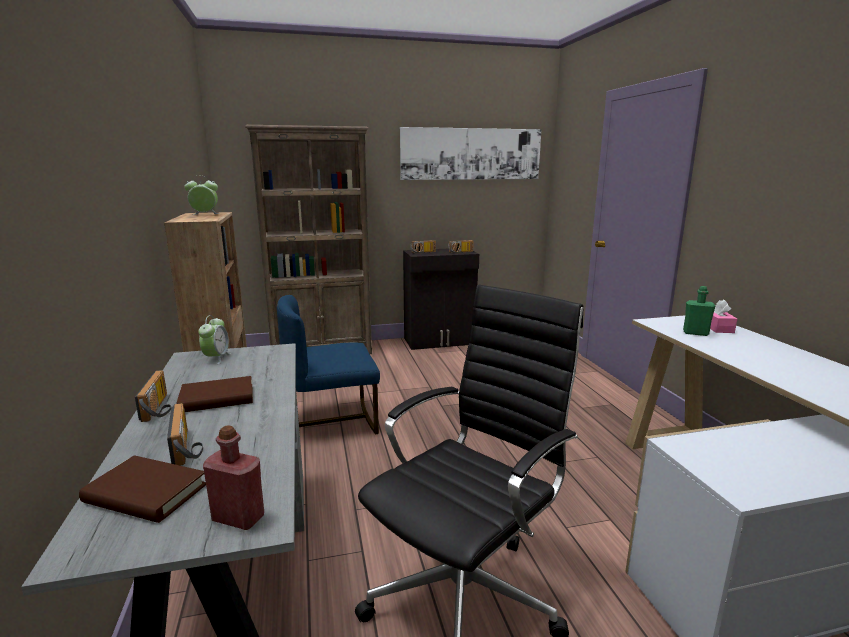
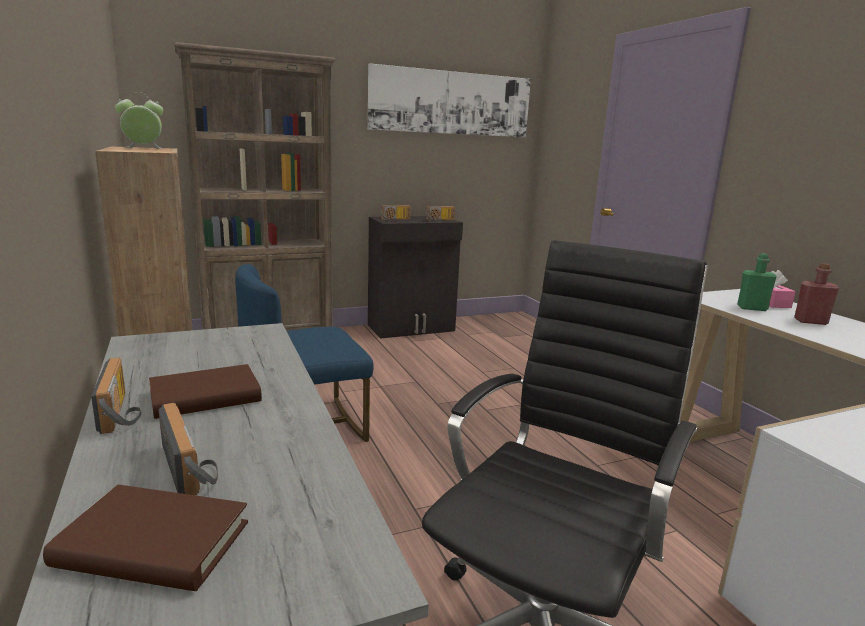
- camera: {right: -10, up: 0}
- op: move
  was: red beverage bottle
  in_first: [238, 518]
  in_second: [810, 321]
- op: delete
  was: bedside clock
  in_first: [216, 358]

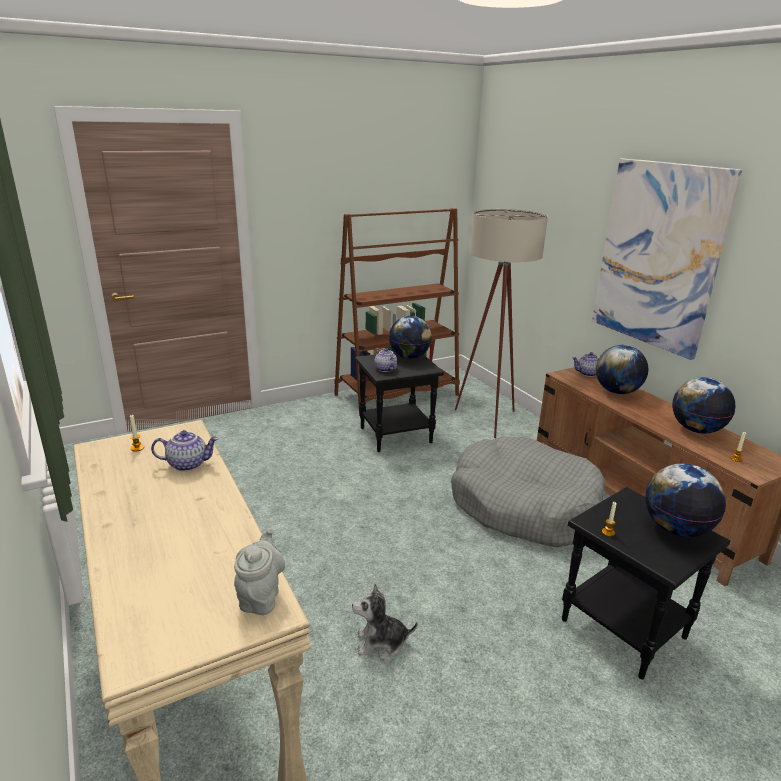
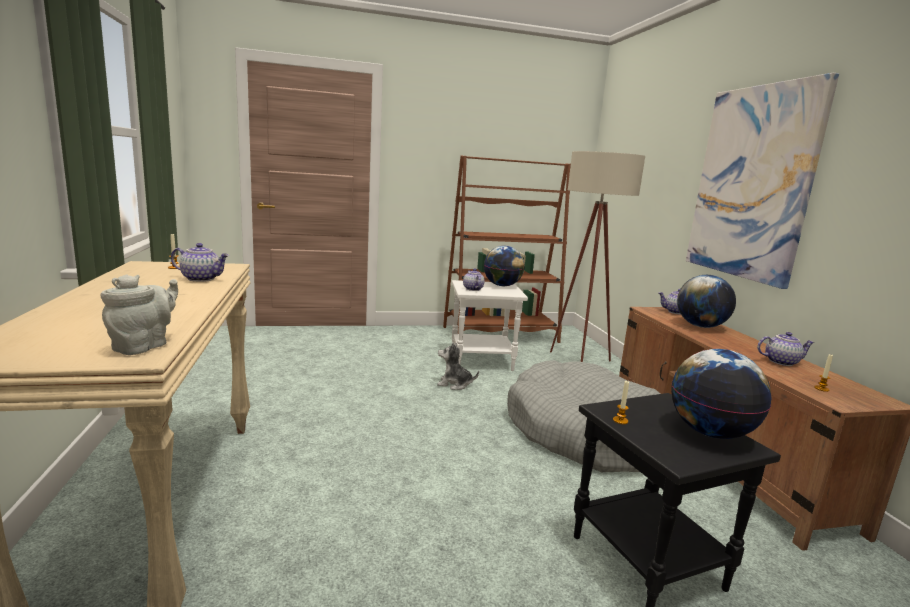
- camera: {right: 15, up: -10}
- op: move
  was: cuddly toy
  in_first: [381, 643]
  in_second: [454, 384]
- op: recolor
  was: black-coloured accent table
  now: white accent table
  in_first: [395, 436]
  in_second: [481, 361]
- op: replace
  was: world globe
  now: tea pot
  in_first: [696, 429]
  in_second: [781, 362]

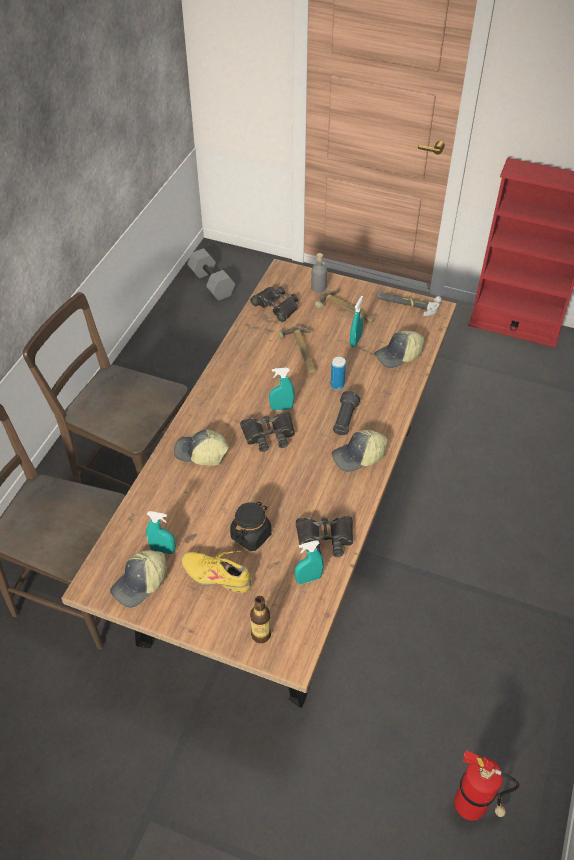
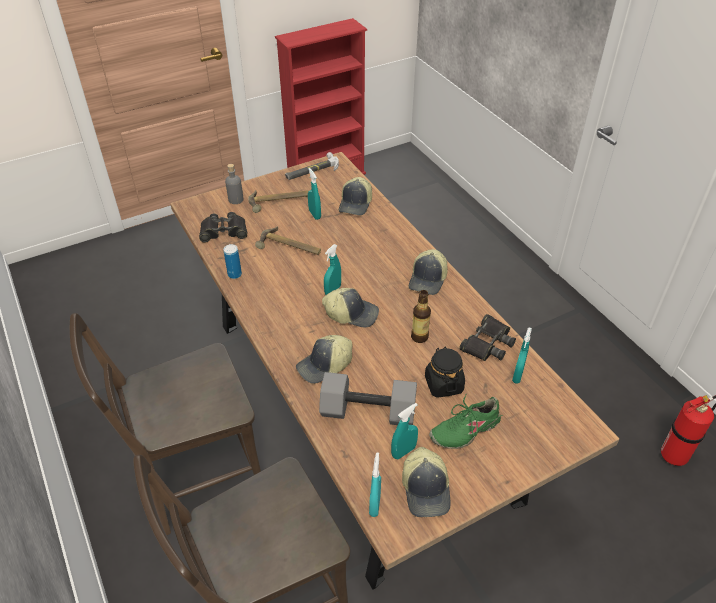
- camera: {right: -50, up: -5}
- op: move
  was: sealed can
  in_first: [337, 385]
  in_second: [234, 274]
- op: move
  was: grey hand weight
  in_first: [210, 283]
  in_second: [367, 413]
- op: replace
  was: black-coloured field glasses
  now: baseball cap
  in_first: [269, 434]
  in_second: [351, 313]
- op: insert
  now: blue-green sprayer
  in_second: [374, 504]
- op: move
  was: beverage bottle
  in_first: [261, 635]
  in_second: [419, 337]
- op: recolor
  was: yellow low shoe
  now: green-coloured low shoe
  in_first: [217, 575]
  in_second: [465, 429]
- op: delete
  was: black-coloured torch
  in_first: [344, 420]

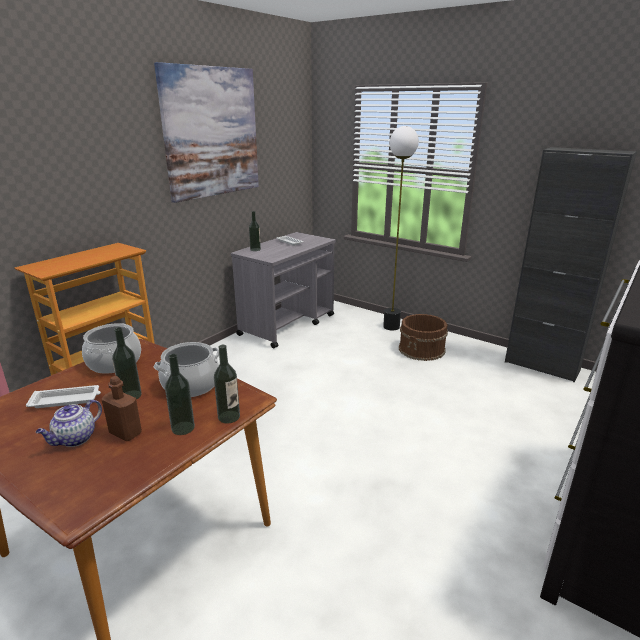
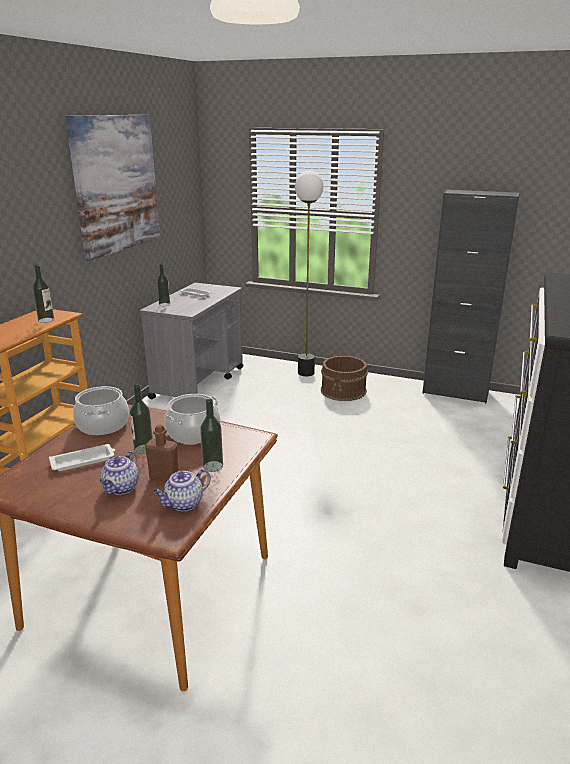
- camera: {right: -15, up: 0}
- op: move
  was: beverage bottle
  in_first: [229, 417]
  in_second: [46, 320]
- op: insert
  now: tea pot
  in_second: [183, 504]

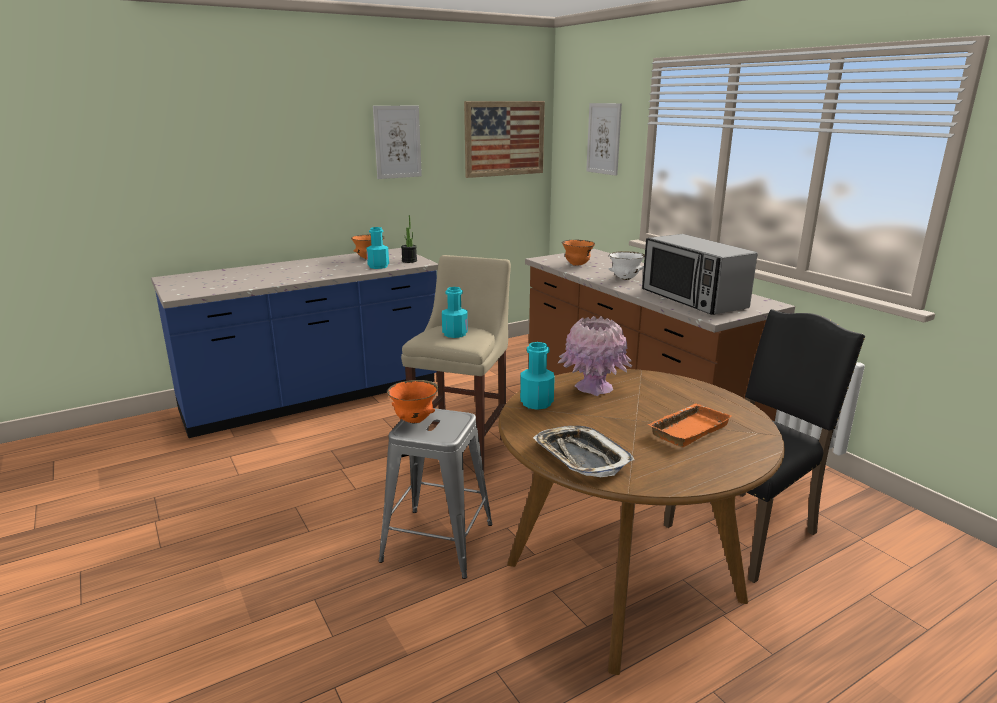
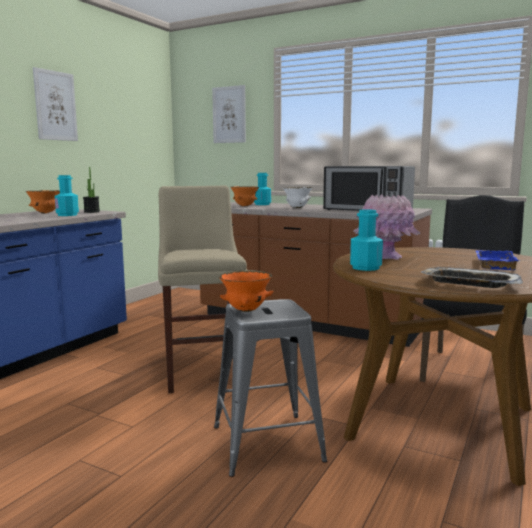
- camera: {right: -30, up: -10}
- op: move
  was: blue-green beverage bottle
  in_first: [455, 334]
  in_second: [262, 204]
- op: recolor
  was: orange-coloured serving tray
  now: blue serving tray
  in_first: [687, 429]
  in_second: [493, 264]
- op: delete
  was: wall picture
  in_first: [504, 138]

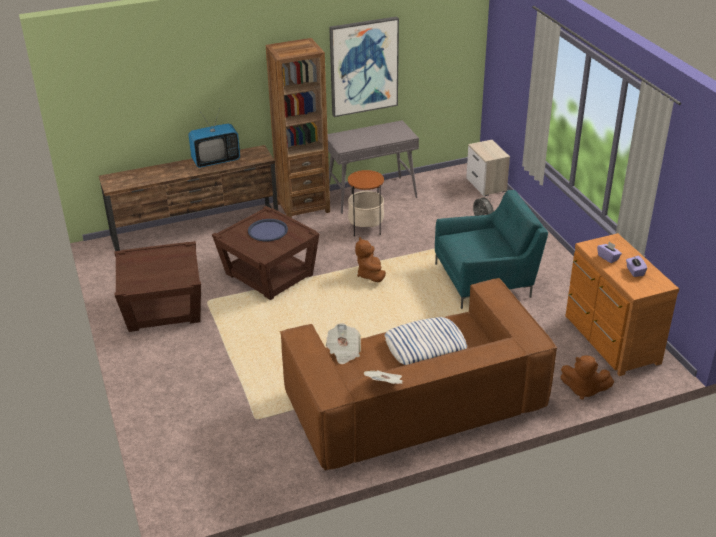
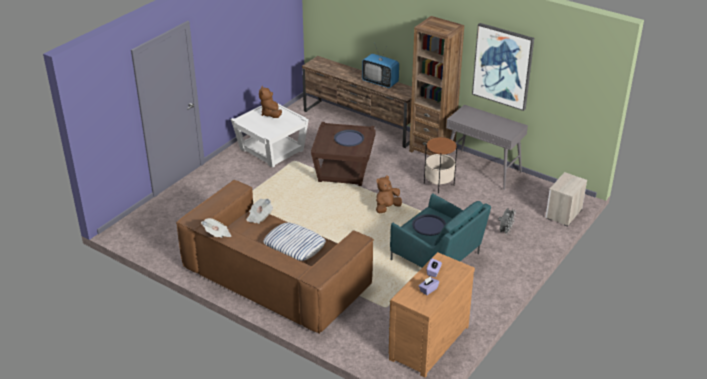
- camera: {right: 55, up: 0}
- op: recolor
  was: brown-coloured accent table
  now: white accent table
  in_first: [163, 309]
  in_second: [271, 150]
- op: move
  was: brown-coloured cuddly toy
  in_first: [583, 390]
  in_second: [271, 114]
- op: insert
  now: blue serving tray
  in_second: [429, 225]

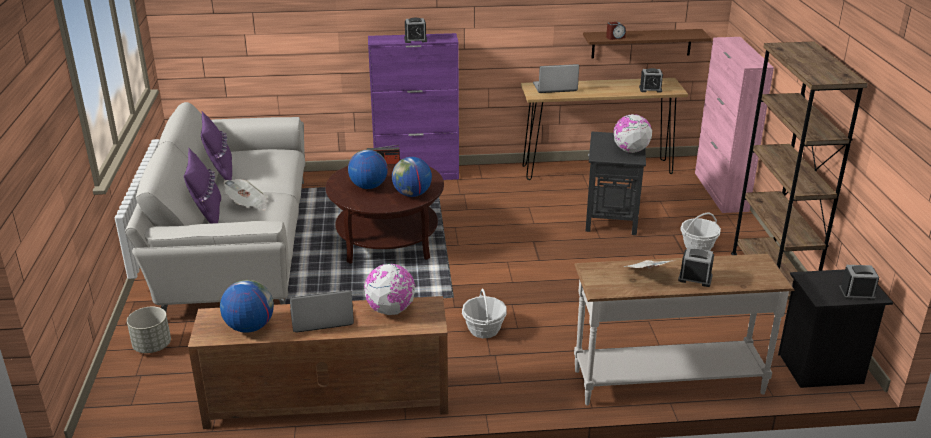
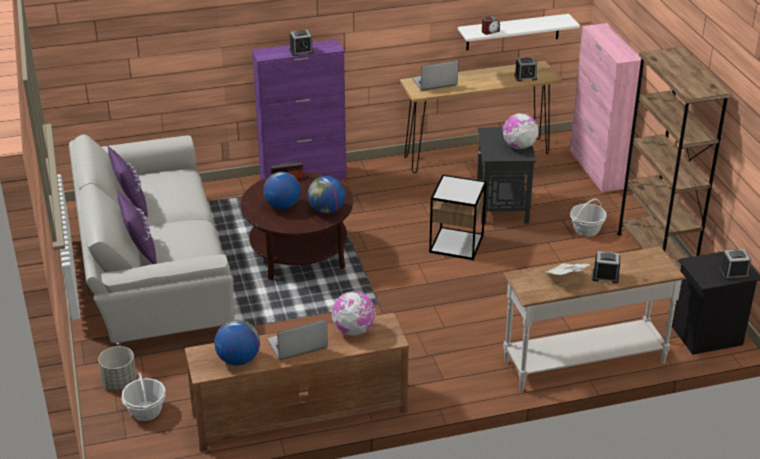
- camera: {right: -10, up: 5}
- op: move
  was: basket
  in_first: [484, 329]
  in_second: [146, 411]
- op: insert
  now: accent table
  in_second: [456, 243]
- op: recolor
  was: brown-coloured shelf
  now: white shelf
  in_first: [641, 43]
  in_second: [513, 32]
- op: delete
  was: daily paper
  in_first: [248, 205]

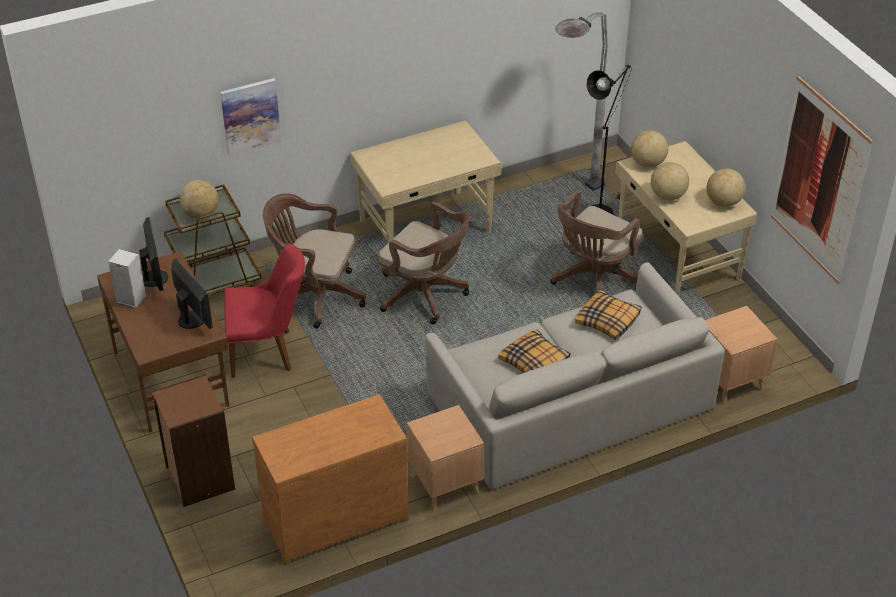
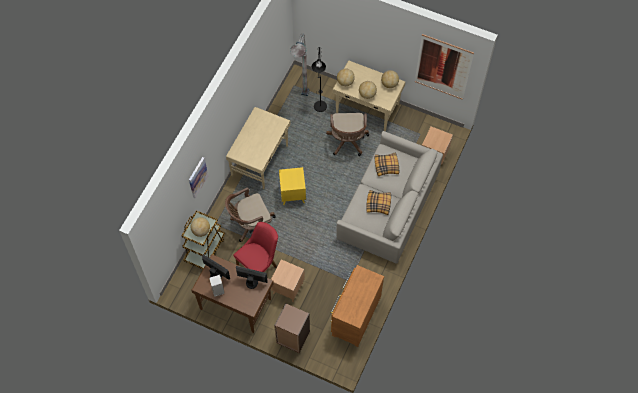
- camera: {right: -40, up: 20}
- op: move
  was: brown-coloured accent table
  in_first: [445, 485]
  in_second: [288, 288]
- op: replace
  was: brown-coloured desk chair
  now: yellow accent table
  in_first: [425, 296]
  in_second: [292, 194]

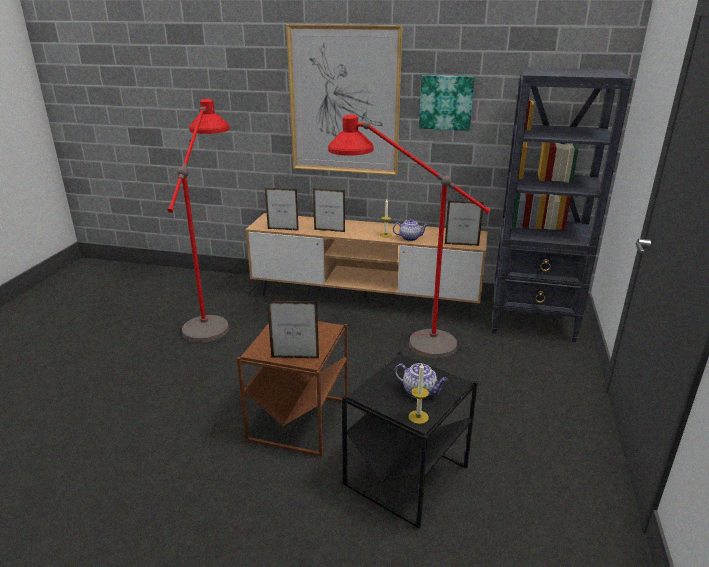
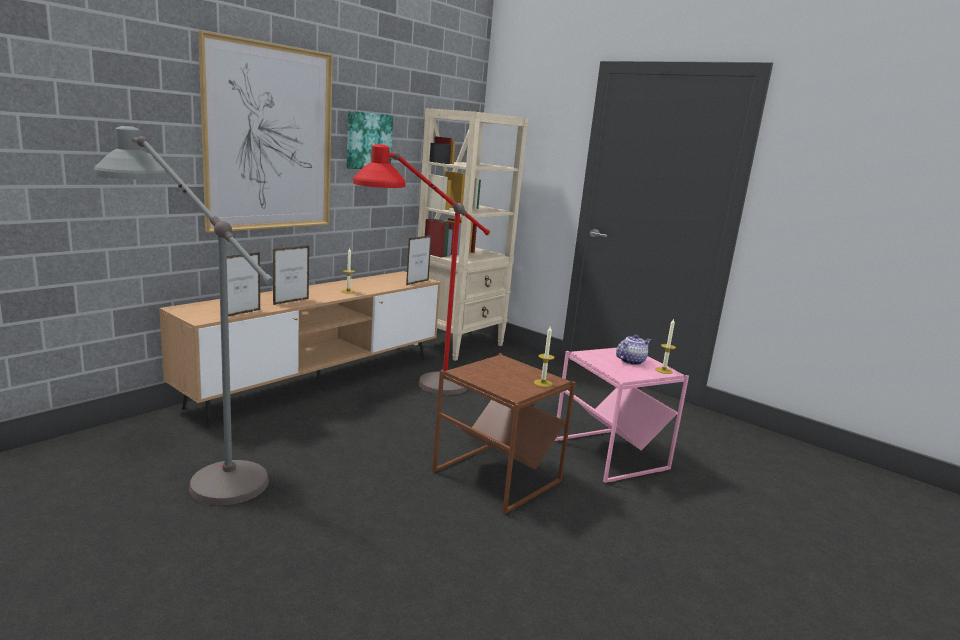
- camera: {right: -65, up: -10}
- op: recolor
  was: red floor lamp
  now: grey floor lamp
  in_first: [215, 313]
  in_second: [195, 466]
- op: recolor
  was: black-coloured shelving unit
  now: sand-coloured shelving unit
  in_first: [533, 322]
  in_second: [459, 344]
- op: replace
  was: picture frame
  now: wax candle
  in_first: [295, 358]
  in_second: [543, 383]
- op: recolor
  was: black-coloured accent table
  now: pinkish accent table
  in_first: [407, 476]
  in_second: [610, 454]
- op: delete
  was: tea pot
  in_first: [410, 238]

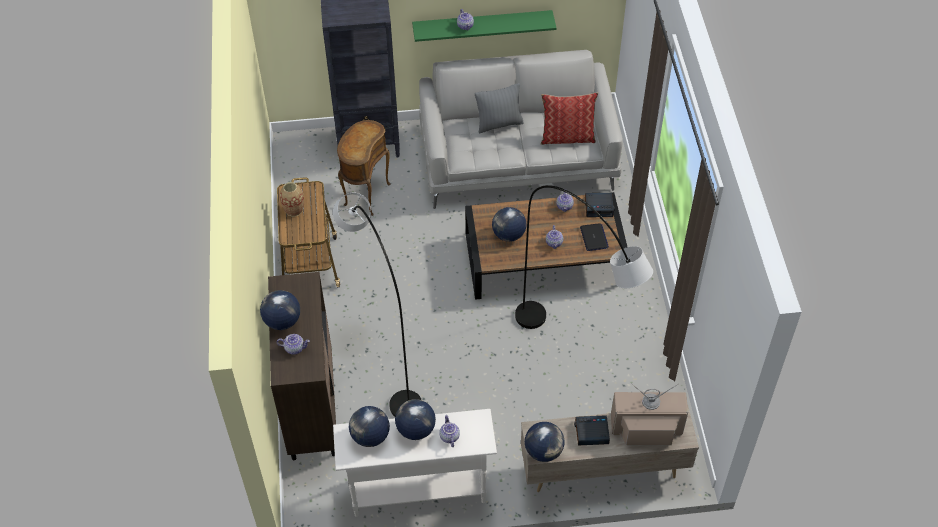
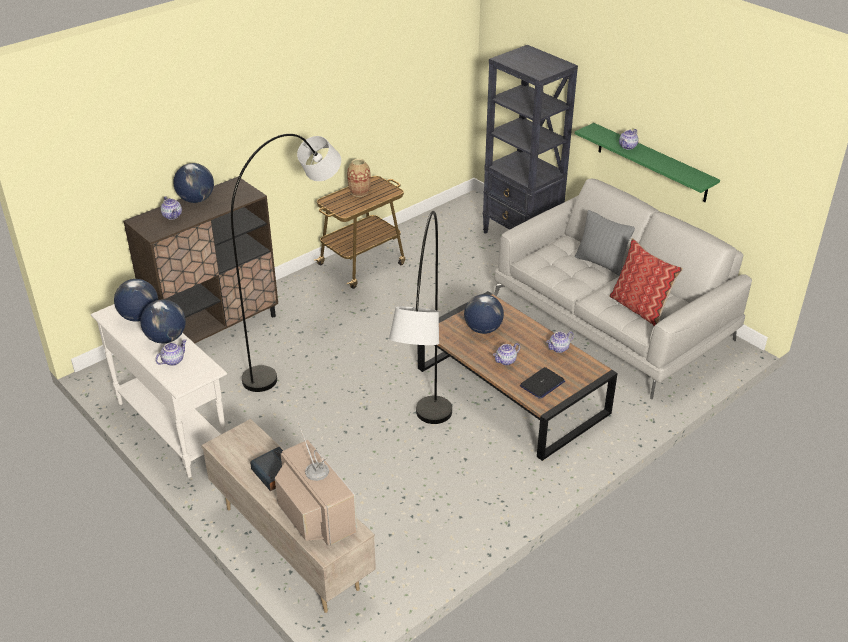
- camera: {right: 55, up: -15}
- op: delete
  was: brown-coloured accent table
  in_first: [365, 195]
- op: delete
  was: world globe
  in_first: [543, 451]
- op: delete
  was: bedside clock
  in_first: [599, 207]

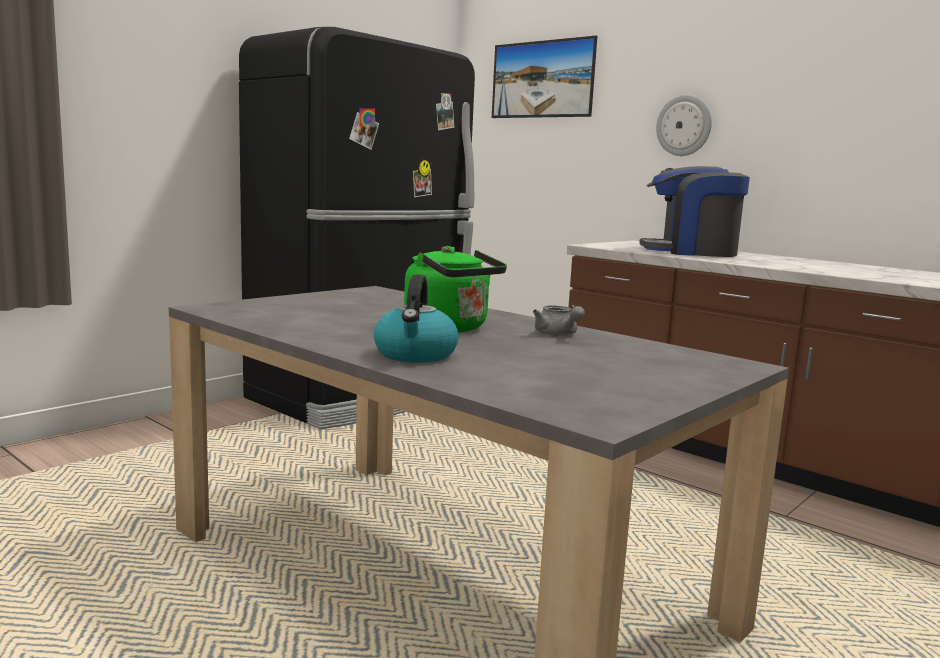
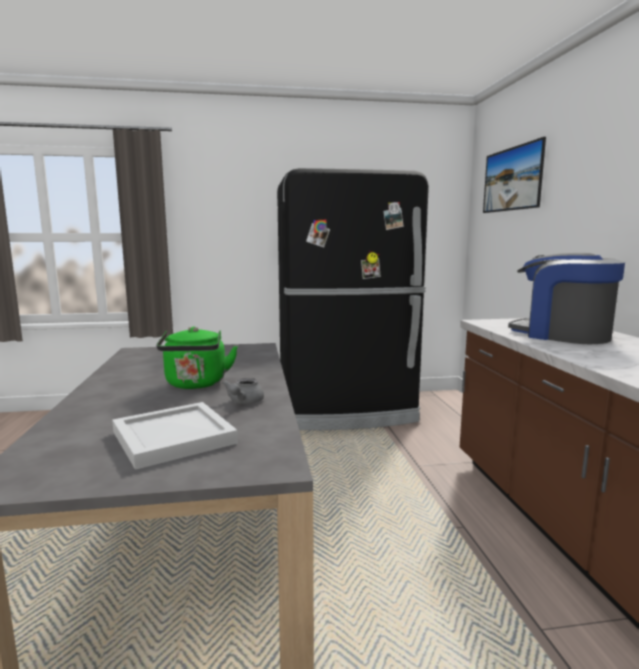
- camera: {right: 40, up: 0}
- op: insert
  now: white serving tray
  in_second: [176, 437]
- op: delete
  was: tea kettle
  in_first: [415, 355]
- op: delete
  was: wall clock
  in_first: [684, 125]

